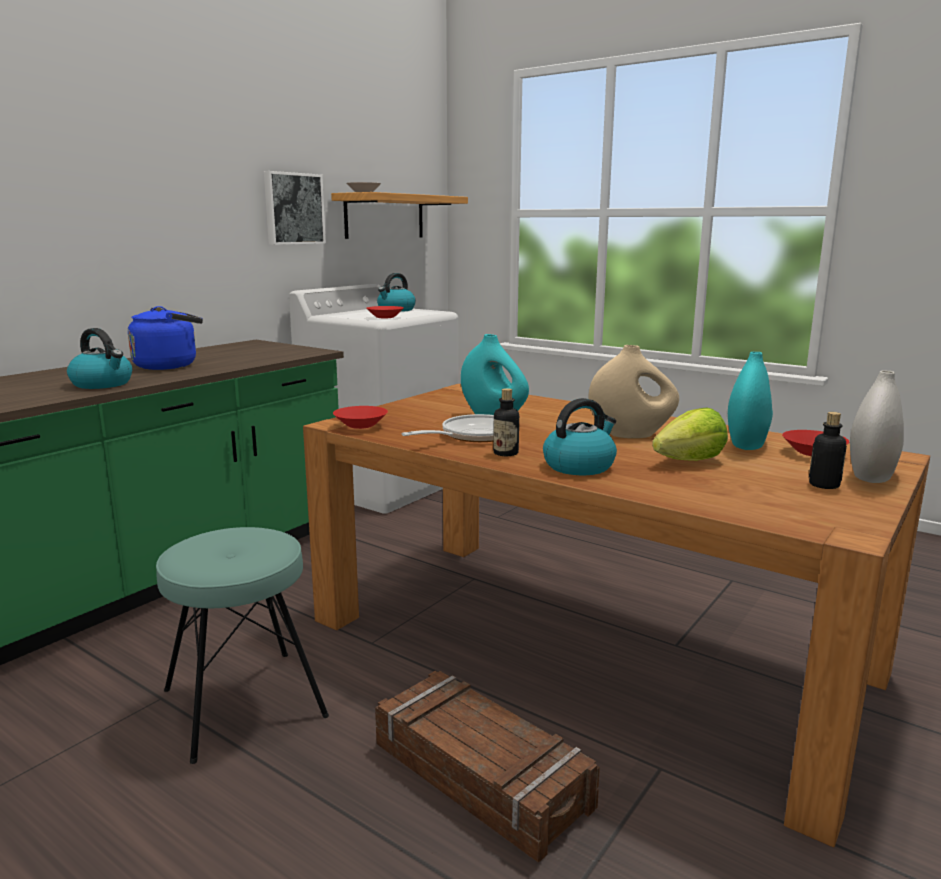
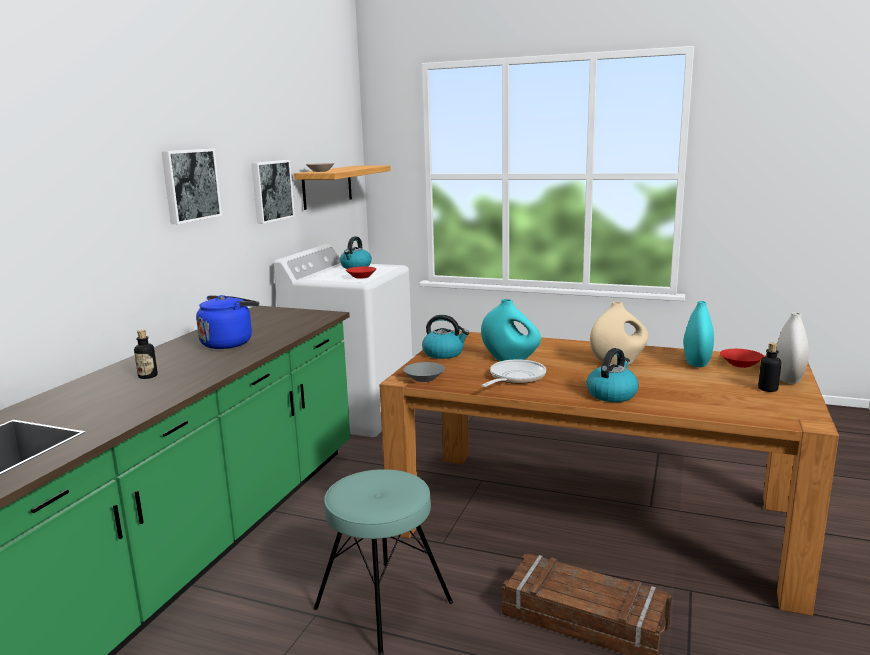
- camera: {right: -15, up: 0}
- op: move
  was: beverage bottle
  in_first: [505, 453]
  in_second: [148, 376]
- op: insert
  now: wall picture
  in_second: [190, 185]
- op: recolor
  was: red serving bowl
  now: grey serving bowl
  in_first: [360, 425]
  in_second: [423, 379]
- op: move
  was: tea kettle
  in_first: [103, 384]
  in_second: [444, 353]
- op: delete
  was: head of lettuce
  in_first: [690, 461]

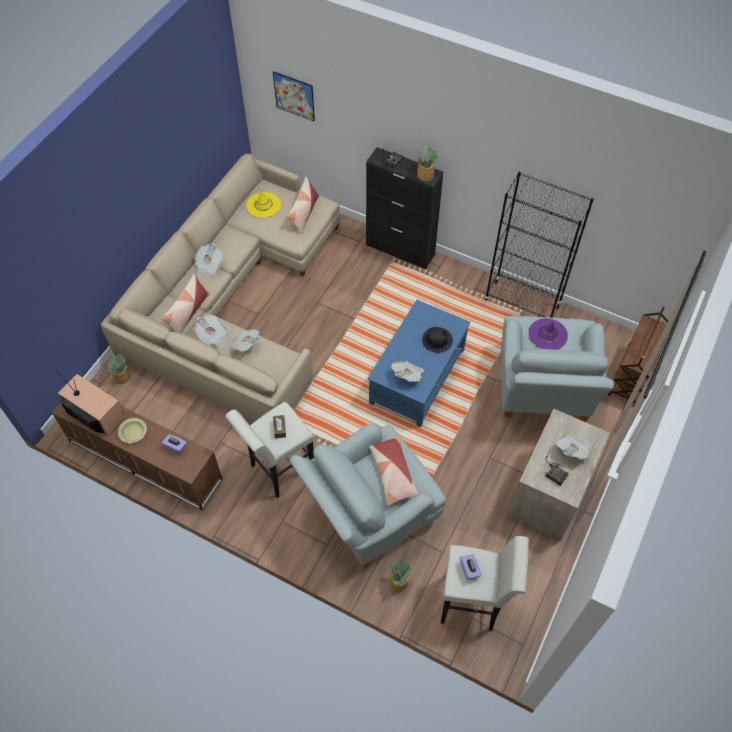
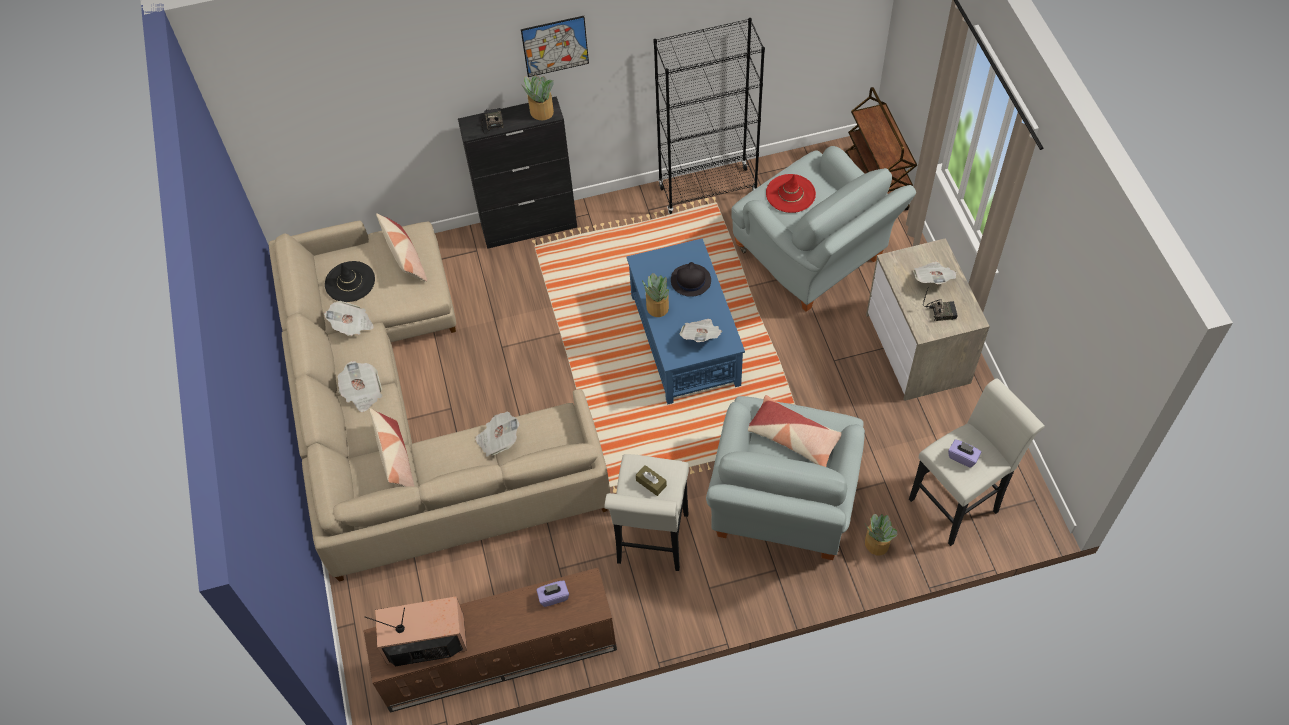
- camera: {right: -40, up: 0}
- op: move
  was: daily paper
  in_first: [213, 336]
  in_second: [352, 325]
- op: recolor
  was: yellow hat
  now: black-coloured hat
  in_first: [263, 205]
  in_second: [350, 282]
- op: move
  was: wall picture
  in_first: [294, 96]
  in_second: [555, 46]
- op: move
  was: plant in a pot
  in_first: [122, 377]
  in_second: [657, 307]
- op: recolor
  was: purple-coloured hat
  now: red hat
  in_first: [547, 334]
  in_second: [790, 194]
- op: delete
  was: yellow serving bowl
  in_first: [133, 433]

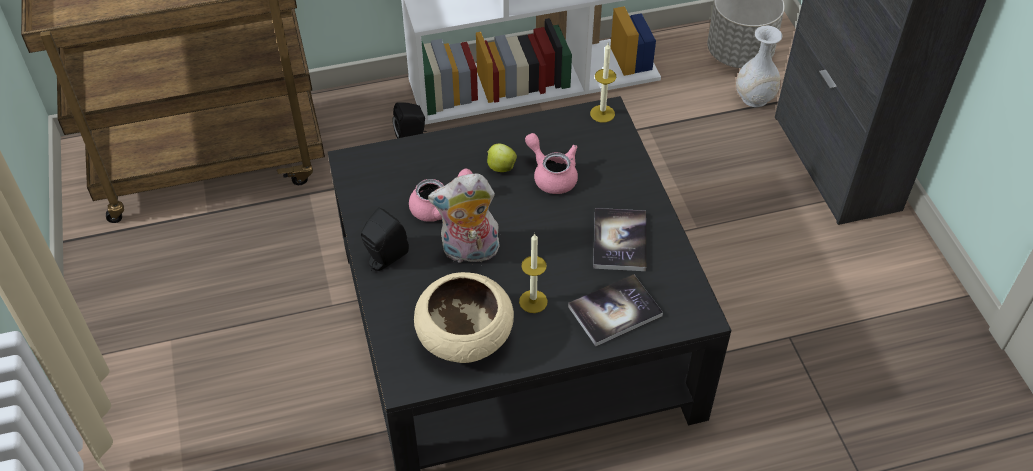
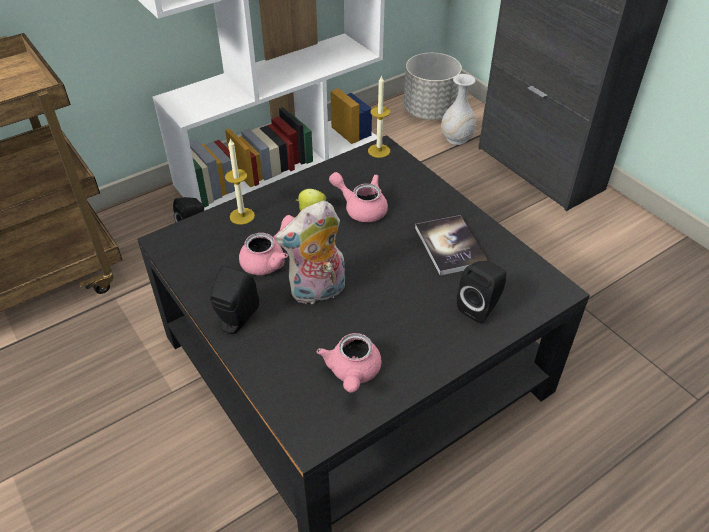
- camera: {right: -20, up: -5}
- op: move
  was: wax candle
  in_first: [533, 301]
  in_second: [242, 216]
- op: replace
  was: sand-coloured serving bowl
  now: pinkish tea pot
  in_first: [465, 338]
  in_second: [352, 373]
- op: replace
  was: bound book
  now: black-coloured audio speaker
  in_first: [615, 311]
  in_second: [480, 307]

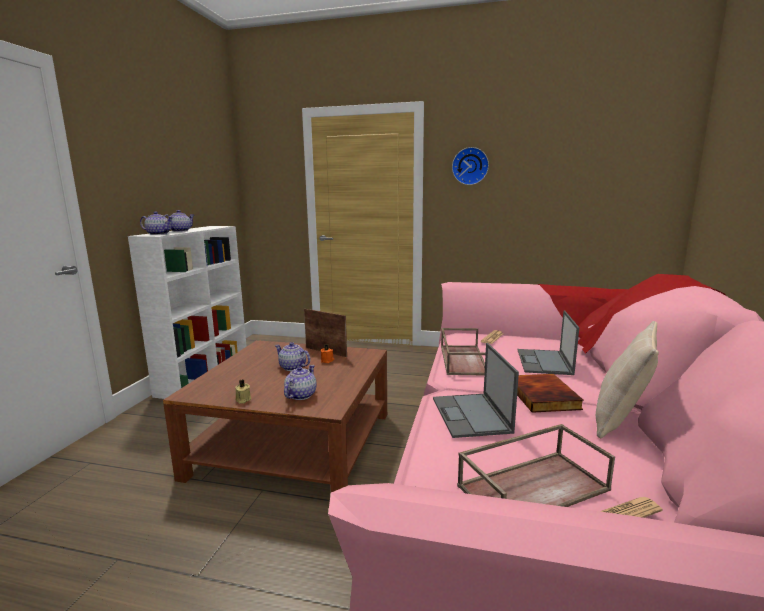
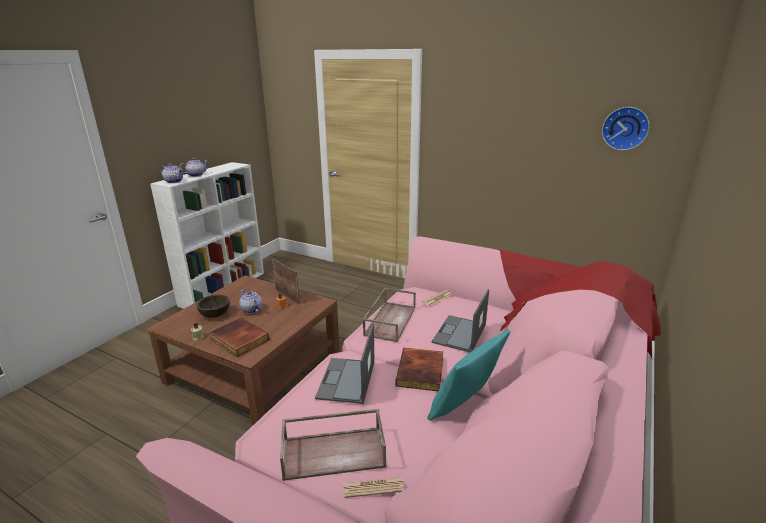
- camera: {right: 15, up: 10}
- op: insert
  now: brown-coloured serving bowl
  in_second: [215, 314]
- op: replace
  was: tea pot
  now: bound book
  in_first: [300, 395]
  in_second: [238, 339]
- op: recolor
  was: sand-coloured throw pillow
  now: blue-green throw pillow
  in_first: [620, 419]
  in_second: [465, 406]
- op: move
  was: wall clock
  in_first: [470, 166]
  in_second: [625, 128]

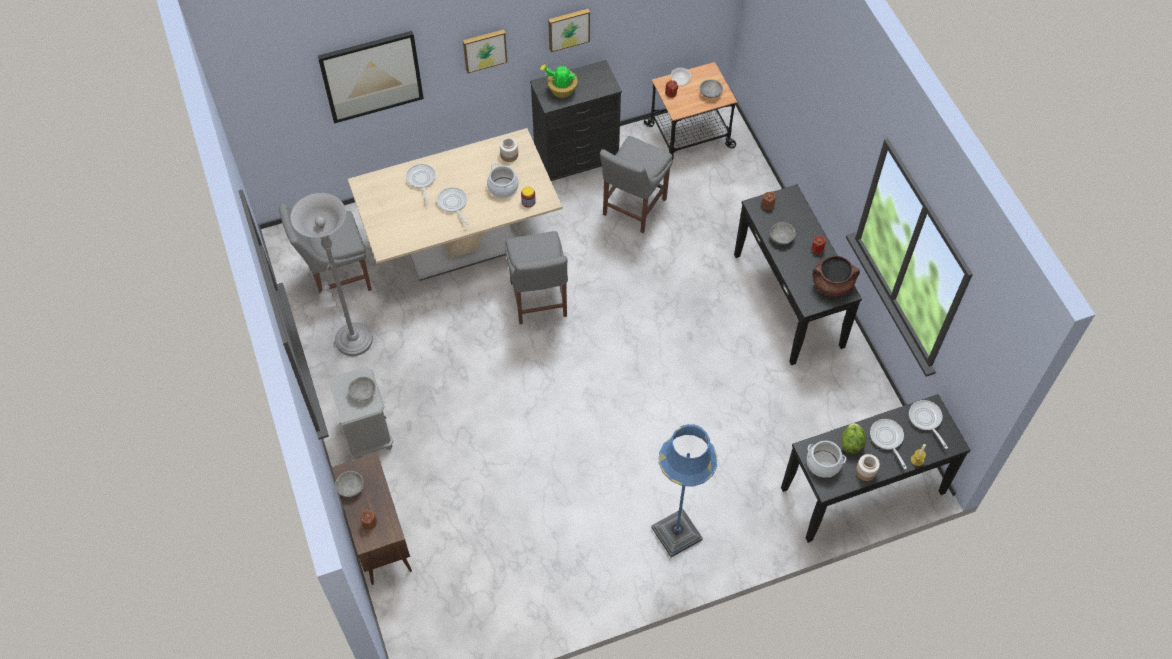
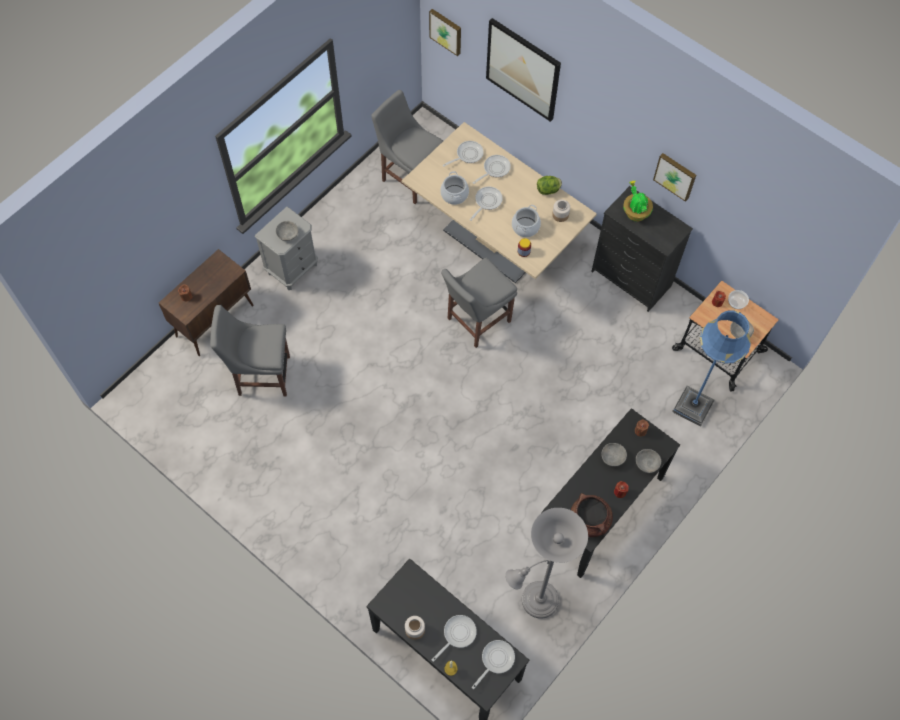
- camera: {right: 60, up: 5}
- op: move
  was: grey chair
  in_first: [632, 209]
  in_second: [261, 375]
- op: move
  was: wall picture
  in_first: [484, 49]
  in_second: [446, 31]
- op: move
  was: saucepot
  in_first: [823, 463]
  in_second: [454, 194]
- op: insert
  now: pan
  in_second: [467, 155]
- op: move
  was: grey floor lamp
  in_first: [353, 344]
  in_second: [535, 602]
- op: move
  was: head of lettuce
  in_first: [851, 443]
  in_second: [548, 190]
- op: move
  was: grey serving bowl
  in_first: [350, 488]
  in_second: [646, 463]
- op: move
  was: blue floor lamp
  in_first: [676, 533]
  in_second: [693, 406]

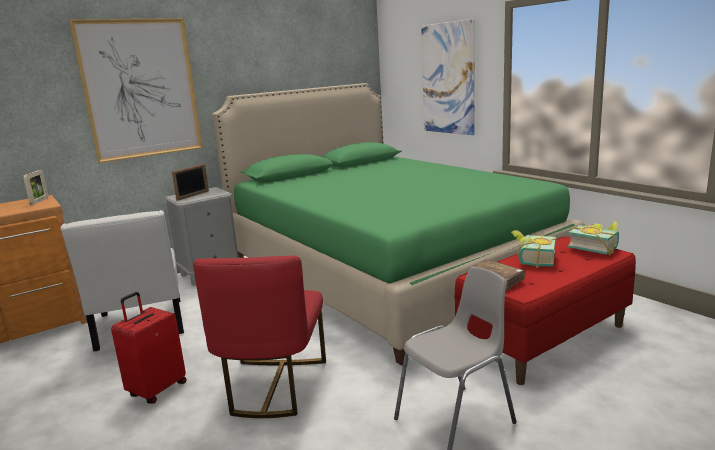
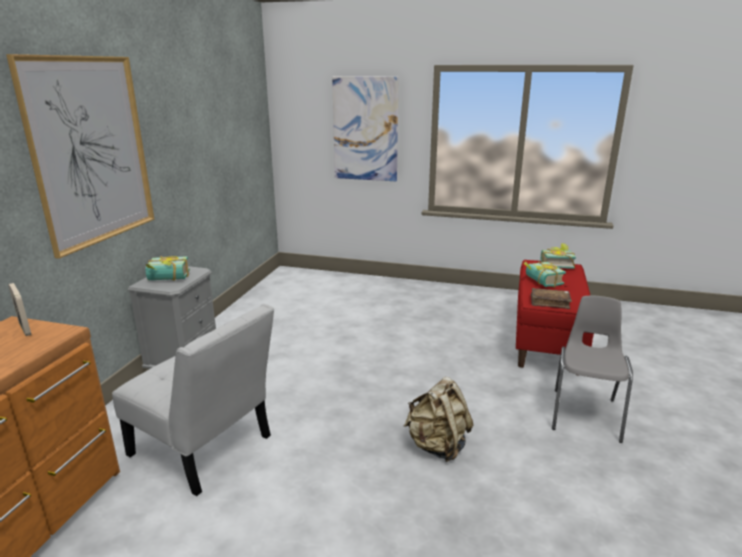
- camera: {right: -40, up: 5}
- op: replace
  was: picture frame
  now: bound book
  in_first: [193, 195]
  in_second: [168, 279]
- op: replace
  was: red chair
  now: sand-coloured rucksack
  in_first: [273, 387]
  in_second: [437, 446]
- op: delete
  was: red piece of luggage
  in_first: [157, 389]
- op: delete
  was: green-coloured bedroom bed
  in_first: [387, 271]

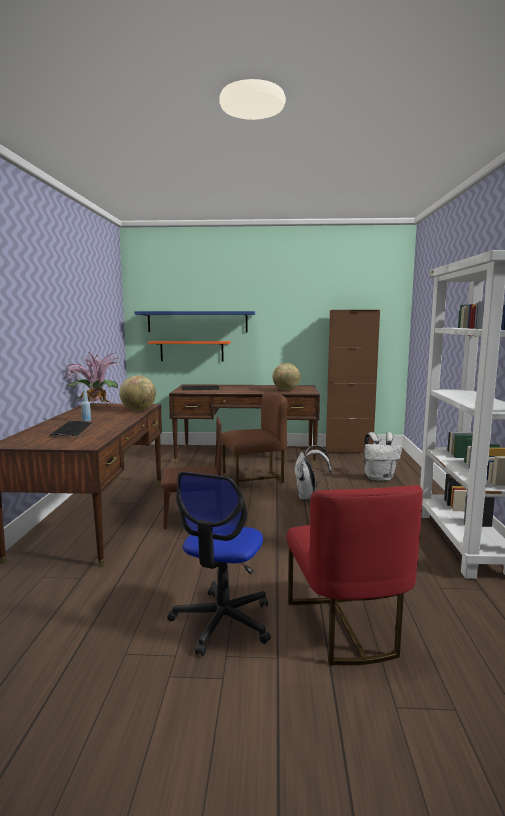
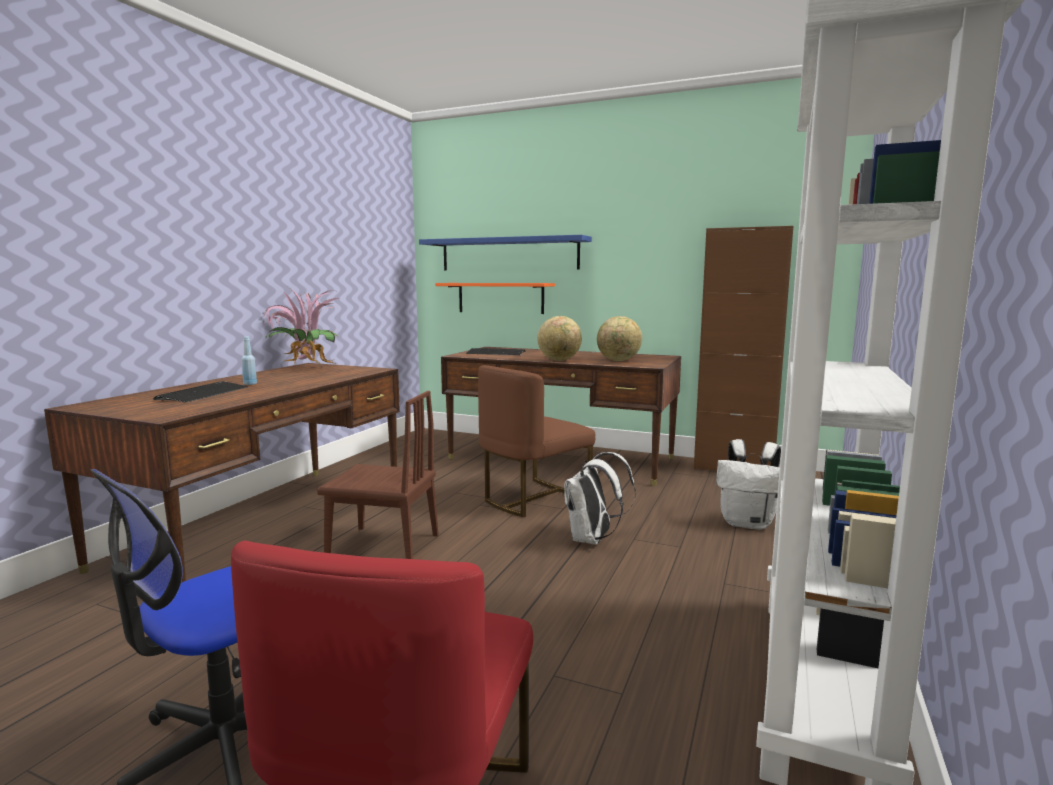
- camera: {right: 20, up: 0}
- op: rotate
  was: brown-coloured chair
  in_first: [254, 480]
  in_second: [533, 499]
  clockwise: 135
- op: move
  was: world globe
  in_first: [138, 410]
  in_second: [559, 360]

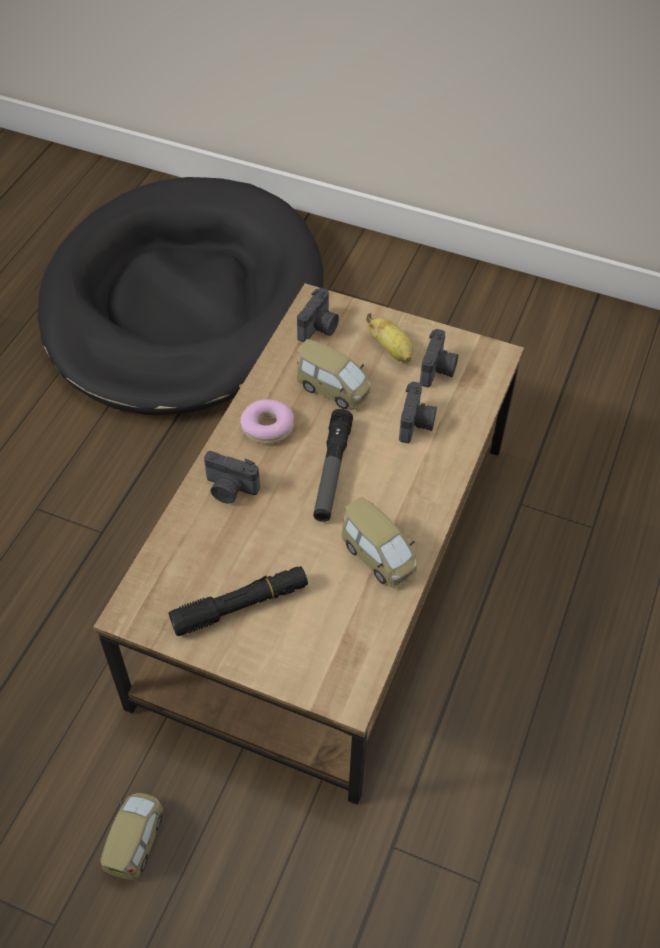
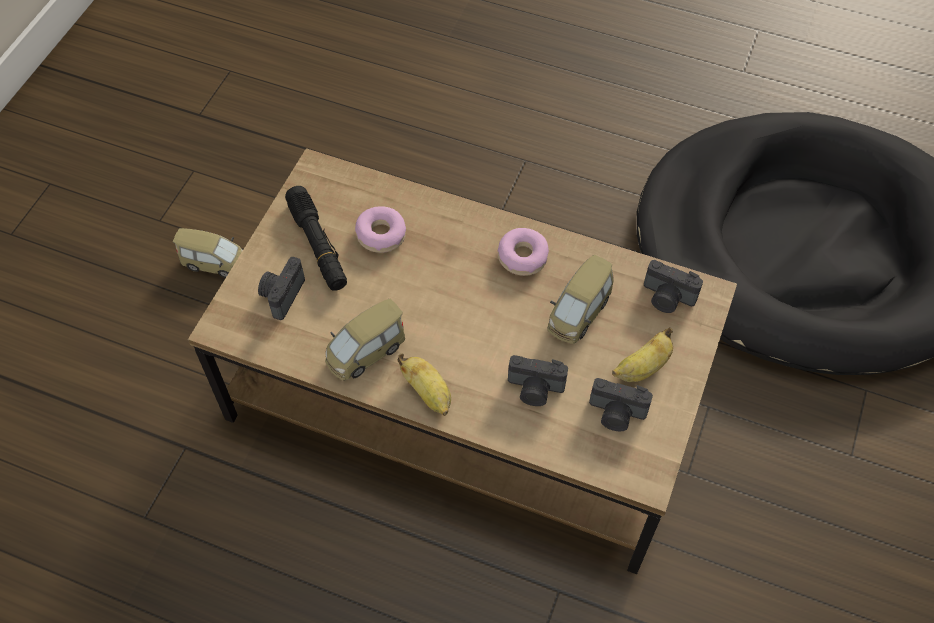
- camera: {right: 90, up: 5}
- op: move
  was: photo camera
  in_first: [229, 489]
  in_second: [281, 295]
- op: insert
  now: donut
  in_second: [381, 234]
- op: insert
  now: banana
  in_second: [428, 393]
- op: delete
  was: torch
  in_first: [332, 471]

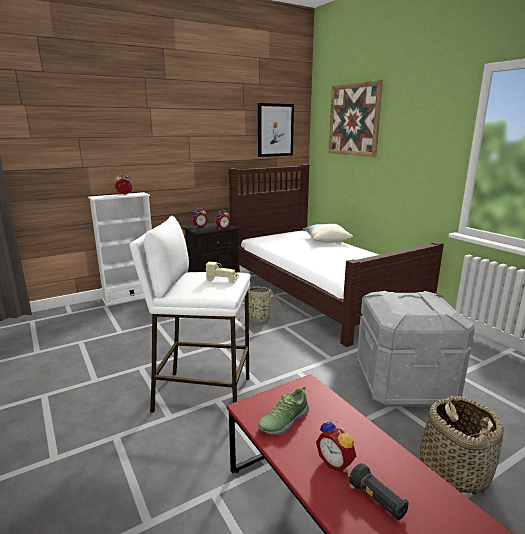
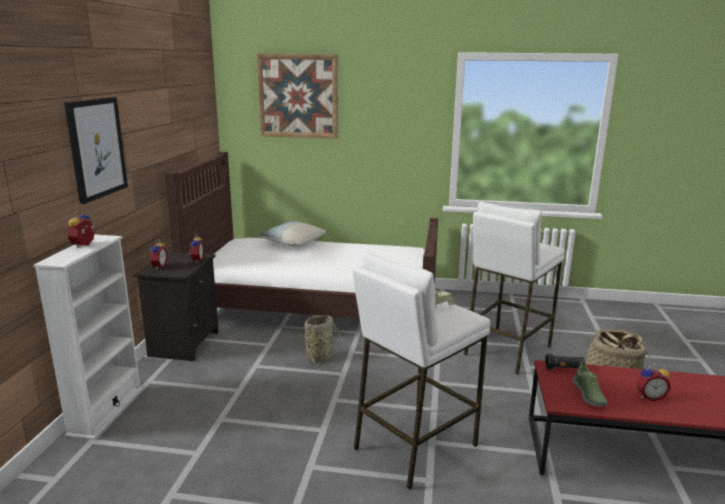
- camera: {right: -50, up: 0}
- op: move
  was: wall picture
  in_first: [275, 130]
  in_second: [96, 148]
- op: replace
  was: grey storage container
  now: white stool
  in_first: [403, 384]
  in_second: [506, 350]
- op: move
  was: black-coloured torch
  in_first: [377, 501]
  in_second: [564, 368]

